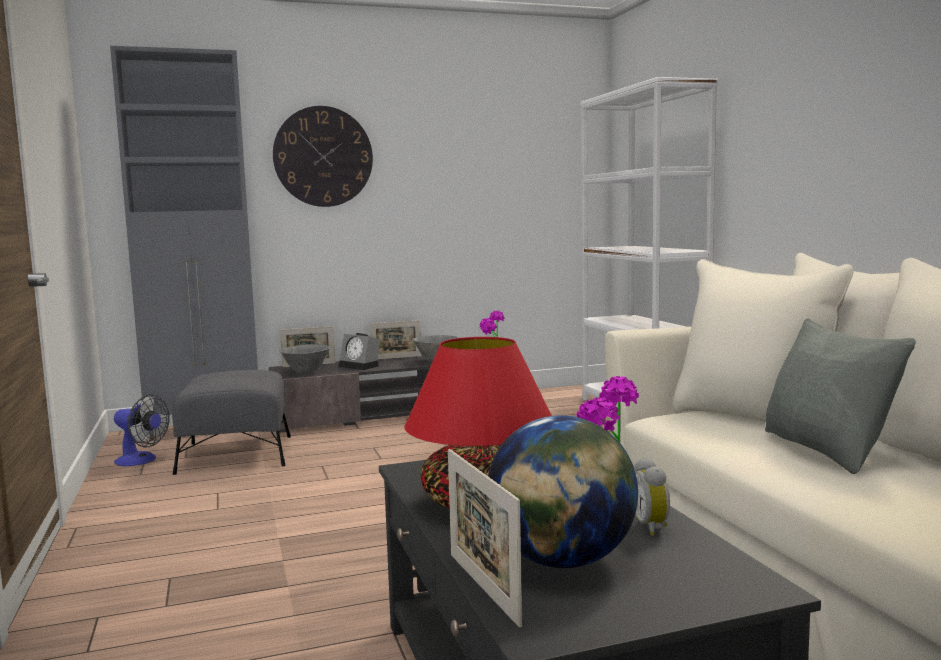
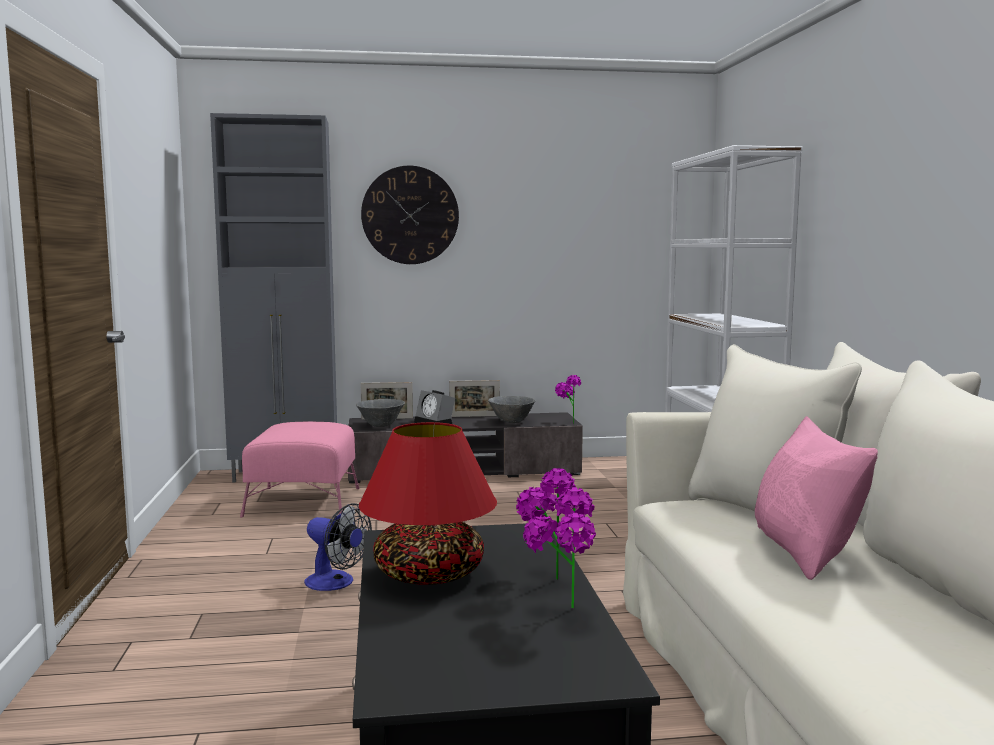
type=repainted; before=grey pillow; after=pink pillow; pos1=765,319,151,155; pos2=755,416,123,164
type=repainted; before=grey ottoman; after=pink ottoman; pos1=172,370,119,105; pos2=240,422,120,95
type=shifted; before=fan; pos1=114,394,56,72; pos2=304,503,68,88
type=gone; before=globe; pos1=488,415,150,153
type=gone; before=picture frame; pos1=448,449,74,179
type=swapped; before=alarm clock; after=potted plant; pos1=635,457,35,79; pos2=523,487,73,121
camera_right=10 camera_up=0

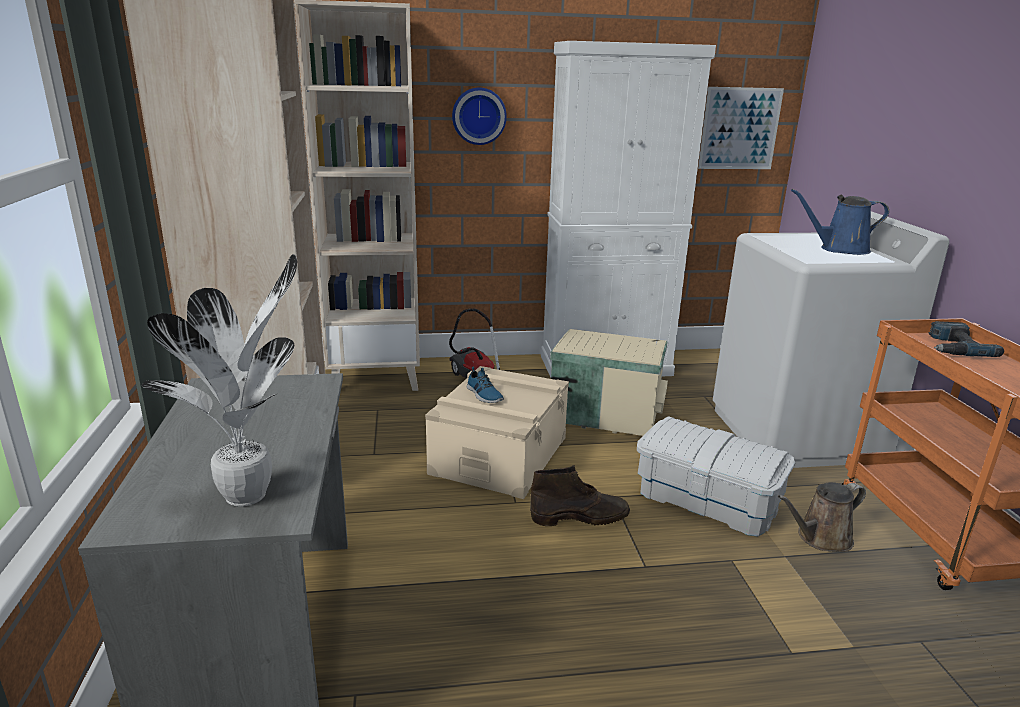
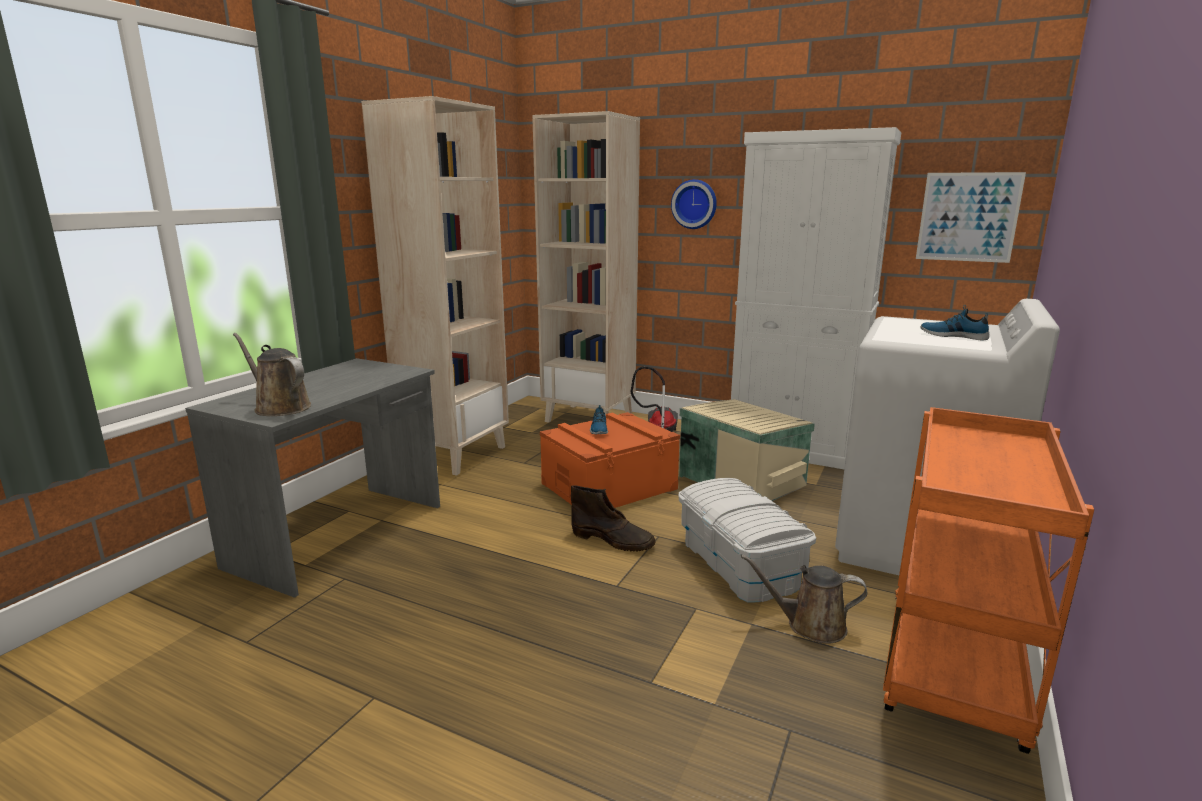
type=swapped; before=blue watering can; after=shoe; pos1=791,189,98,66; pos2=921,305,69,35
type=swapped; before=potted plant; after=brown watering can; pos1=142,254,155,253; pos2=233,333,78,83
type=gone; before=power drill; pos1=929,321,75,36
type=repainted; before=beige storage box; after=orange storage box; pos1=425,366,144,133; pos2=540,412,140,96
camera_right=35 camera_up=-5

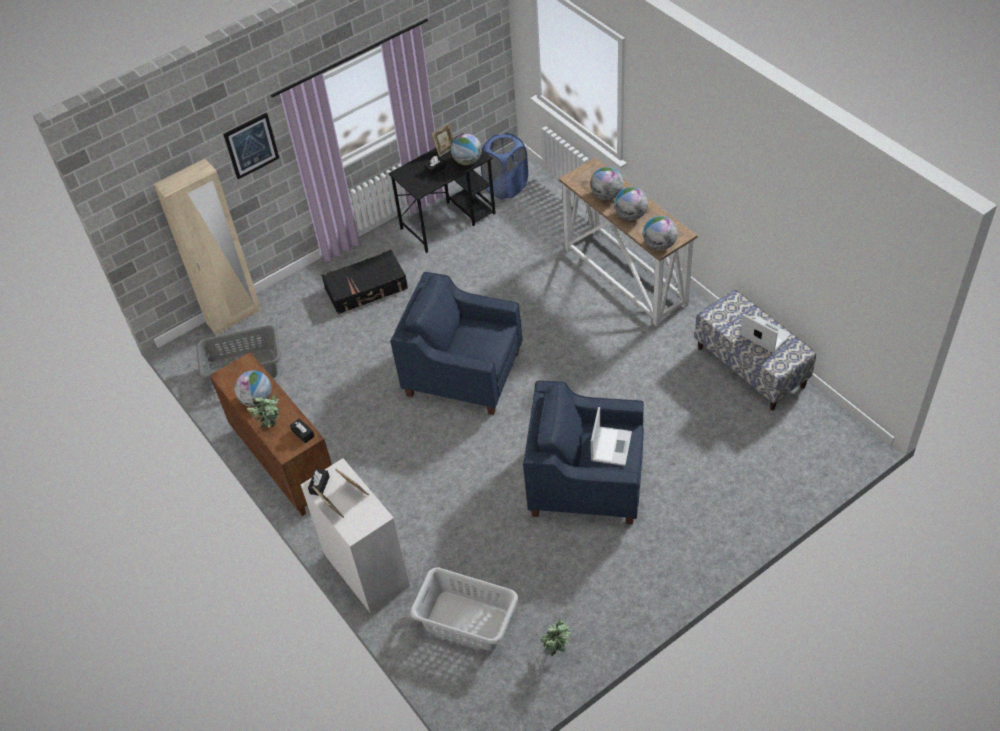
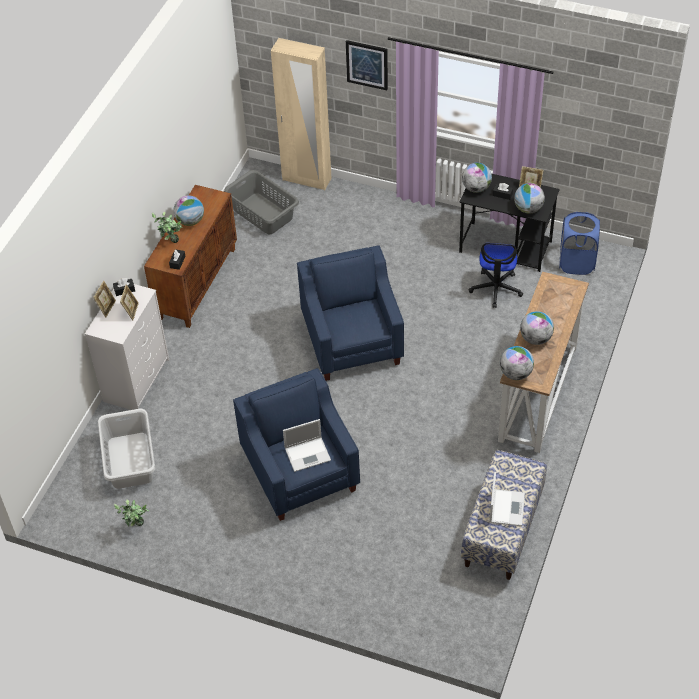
type=shifted; before=globe; pos1=590,167,33,33; pos2=462,163,30,30
type=gone; before=black suitcase; pos1=321,250,87,64
type=new; after=office chair; pos2=468,243,55,65
camera_right=55 camera_up=0

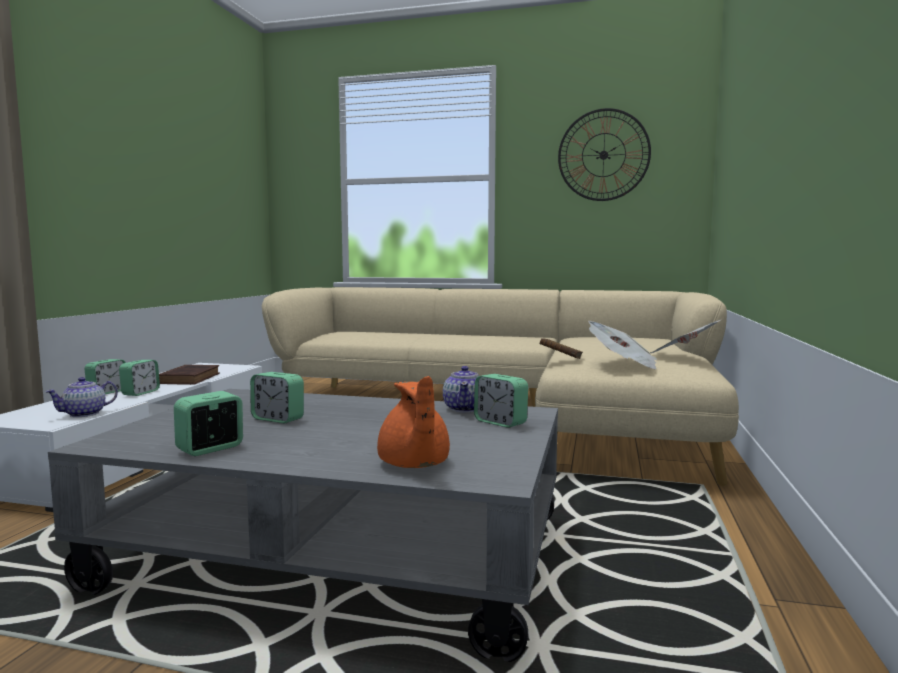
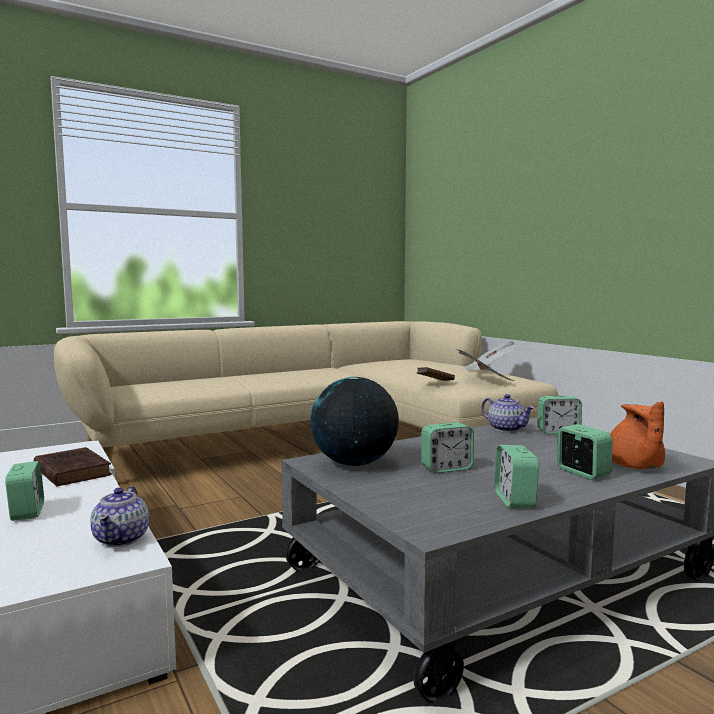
type=gone; before=wall clock; pos1=558,108,93,93
type=shifted; before=alarm clock; pos1=119,360,41,36; pos2=557,424,56,56
type=rotated; before=orange teapot; pos1=377,376,73,92; pos2=610,401,55,68; turn=60
type=new; after=globe; pos2=311,377,88,89
camera_right=-45 camera_up=0

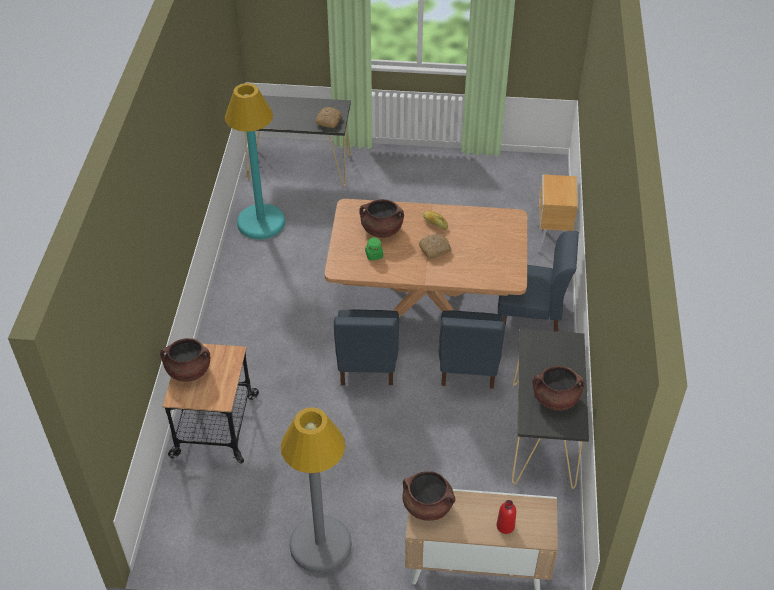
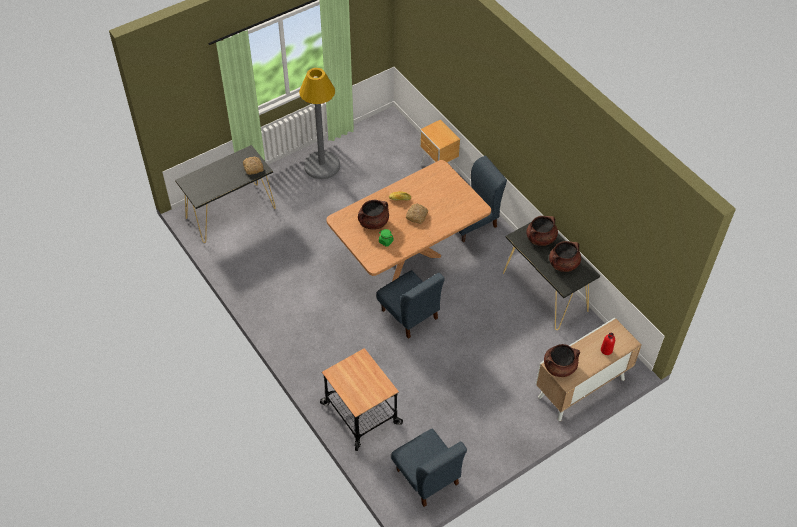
type=gone; before=turquoise floor lamp; pos1=225,83,60,156
type=shifted; before=blue chair; pos1=439,311,66,78; pos2=391,428,76,79
type=shifted; before=brown cooking pot; pos1=160,338,50,44; pos2=526,216,32,30
type=shifted; before=grey floor lamp; pos1=281,407,71,166; pos2=299,68,41,111
camera_right=-40 camera_up=5

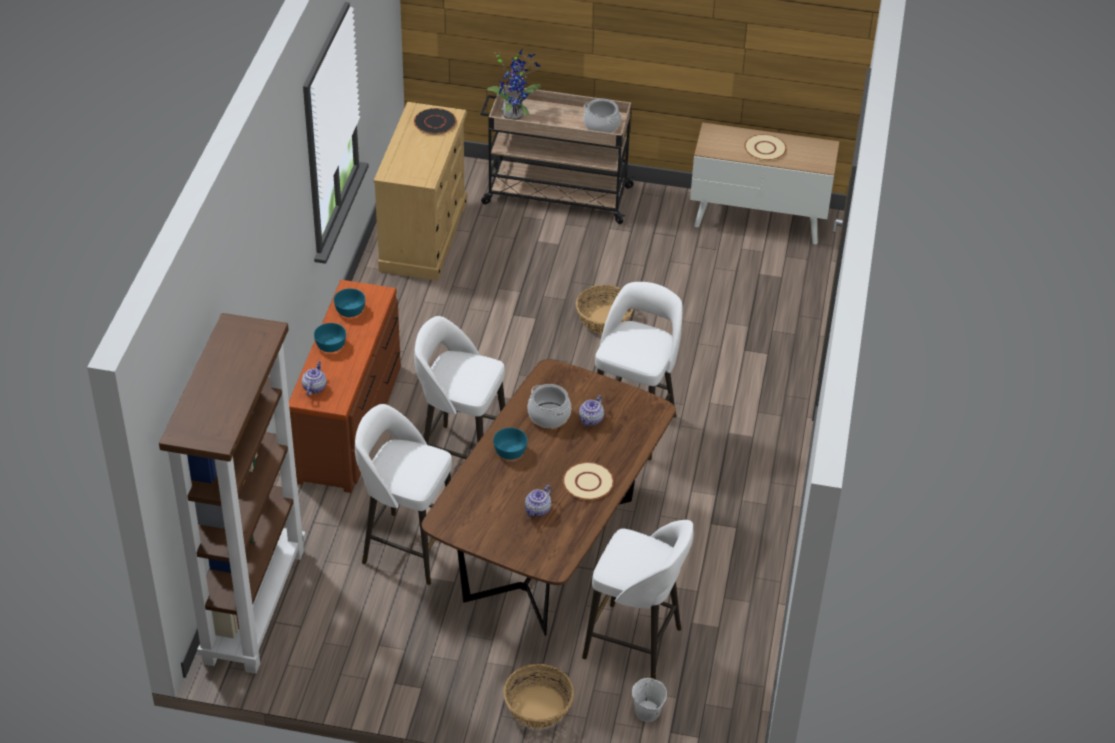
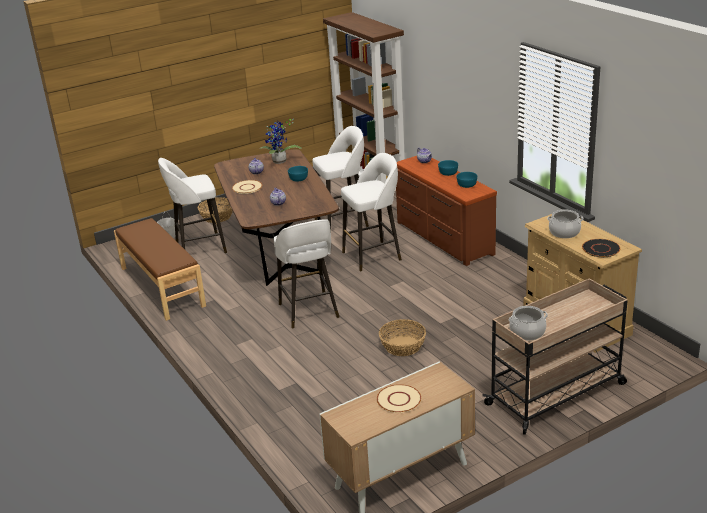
type=shifted; before=potted plant; pos1=486,49,55,71; pos2=260,119,42,45
type=shifted; before=cooking pot; pos1=528,384,43,44; pos2=547,209,36,29
type=new; after=brown bench; pos2=114,218,92,103
camera_right=140 camera_up=-15

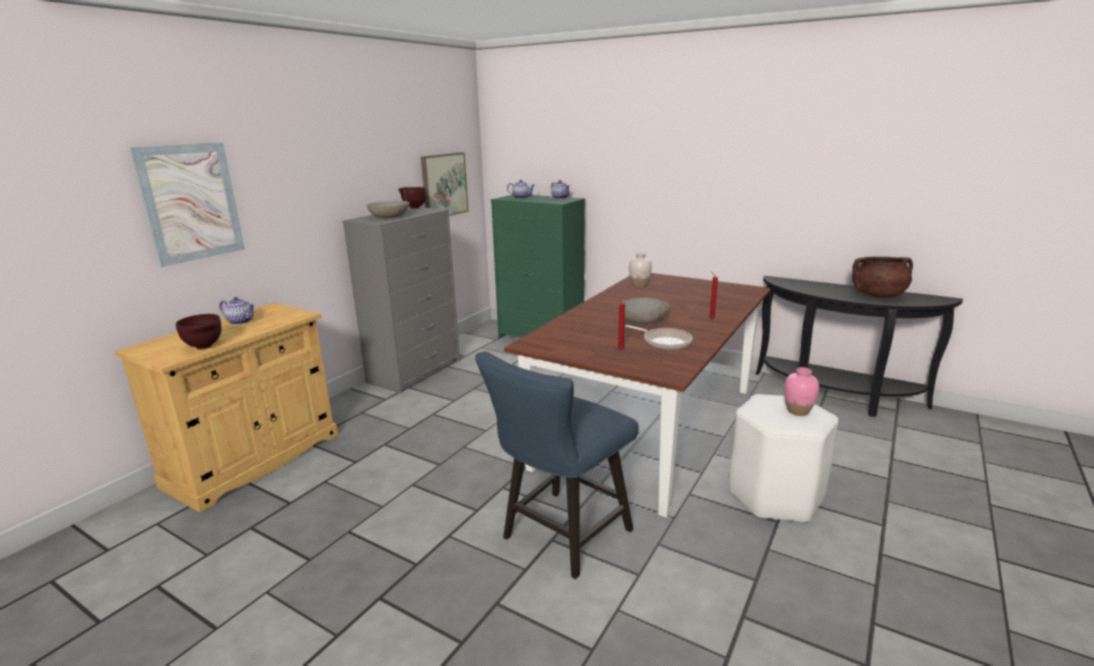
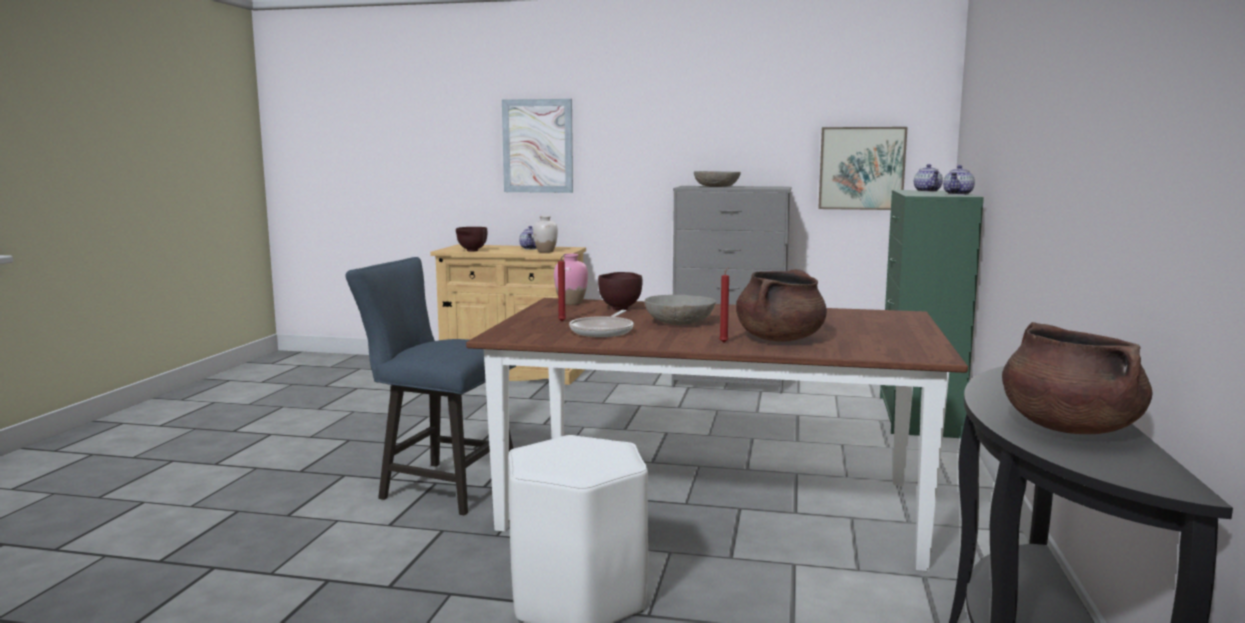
type=shifted; before=brown bowl; pos1=399,187,28,22; pos2=598,272,45,38
type=shifted; before=white vase; pos1=629,253,23,34; pos2=533,216,25,37
type=shifted; before=pink vase; pos1=784,367,35,49; pos2=554,254,34,51
type=new; after=brown cooking pot; pos2=736,269,91,73
camera_right=70 camera_up=-10

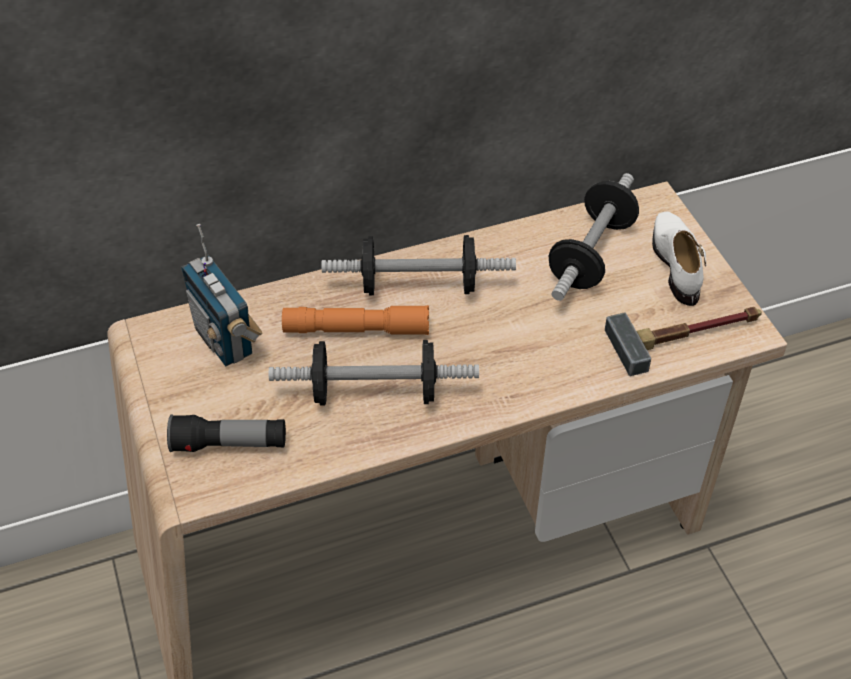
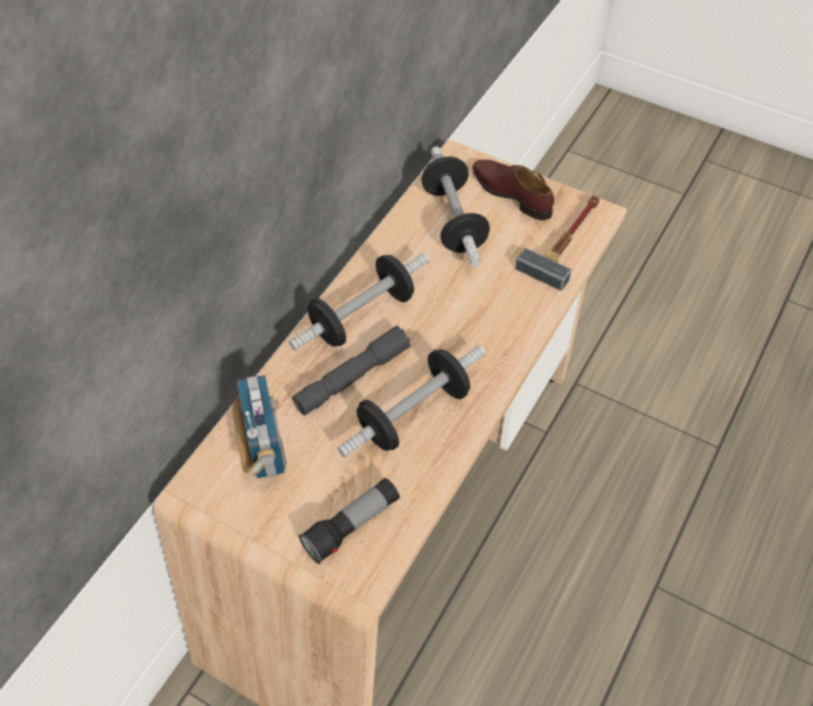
type=repainted; before=white shoe; after=brown shoe; pos1=652,212,54,94; pos2=472,160,82,60
type=rotated; before=radio; pos1=181,224,81,142; pos2=232,375,55,104; turn=-120
type=repainted; before=orange flashlight; after=grey flashlight; pos1=282,305,147,30; pos2=292,326,119,89
camera_right=-40 camera_up=5

